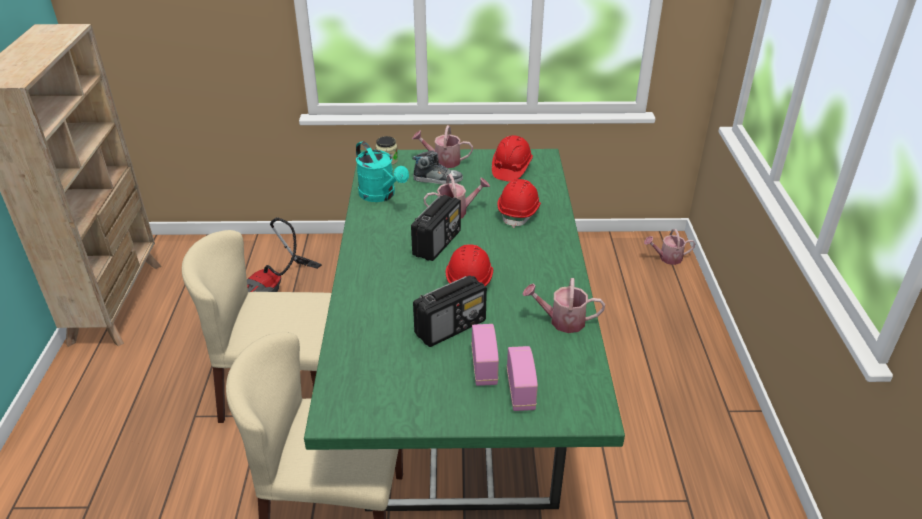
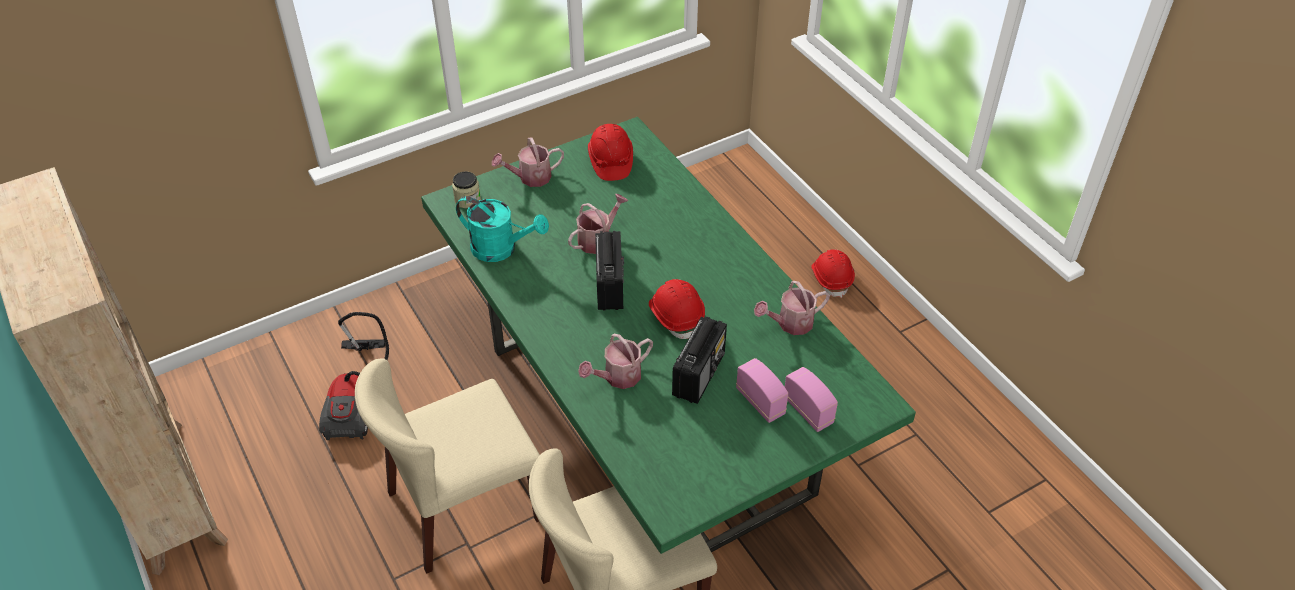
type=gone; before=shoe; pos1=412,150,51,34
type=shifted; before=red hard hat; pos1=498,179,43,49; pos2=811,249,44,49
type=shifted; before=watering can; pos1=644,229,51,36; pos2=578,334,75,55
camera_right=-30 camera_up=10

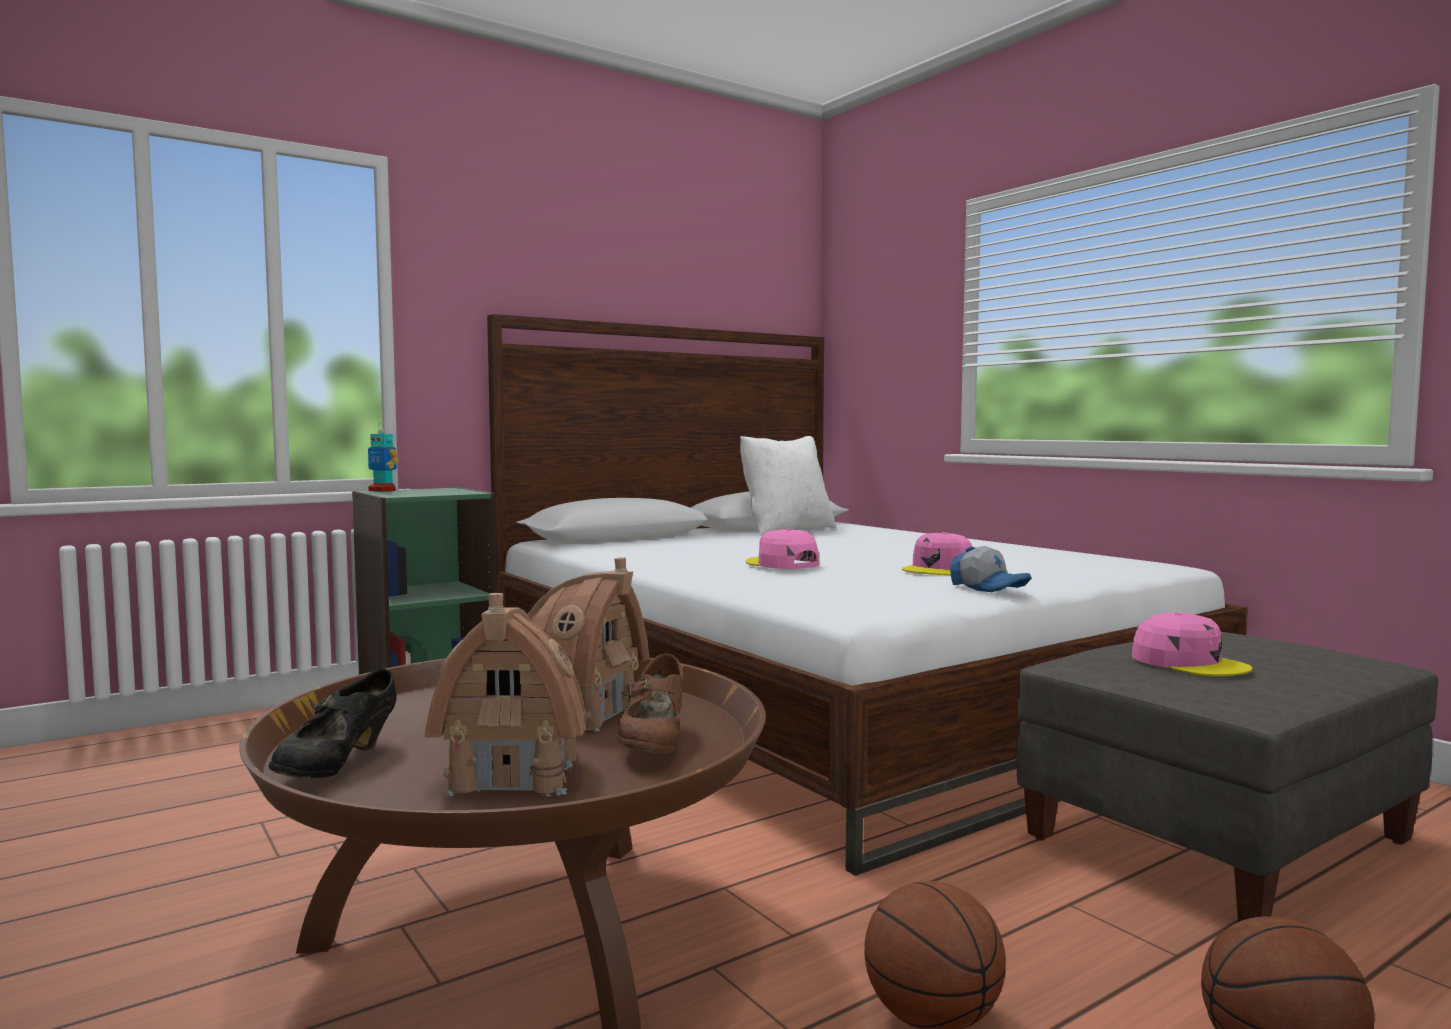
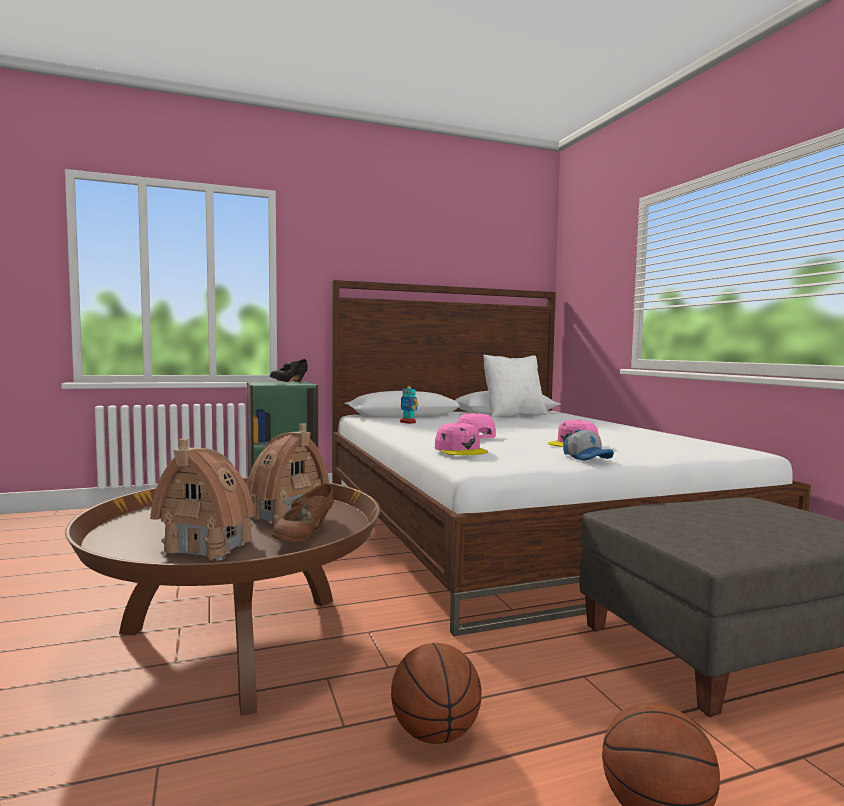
type=shifted; before=toy robot; pos1=368,423,31,69; pos2=400,382,18,42
type=shifted; before=pink cap; pos1=1132,612,120,64; pos2=435,422,53,33
type=shifted; before=black shoe; pos1=269,669,128,109; pos2=270,359,38,23
camera_right=15 camera_up=0

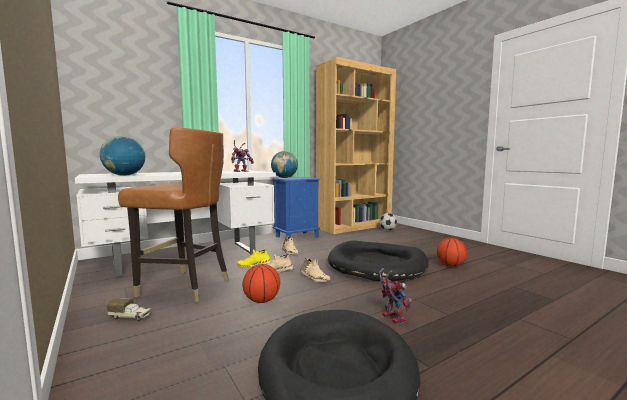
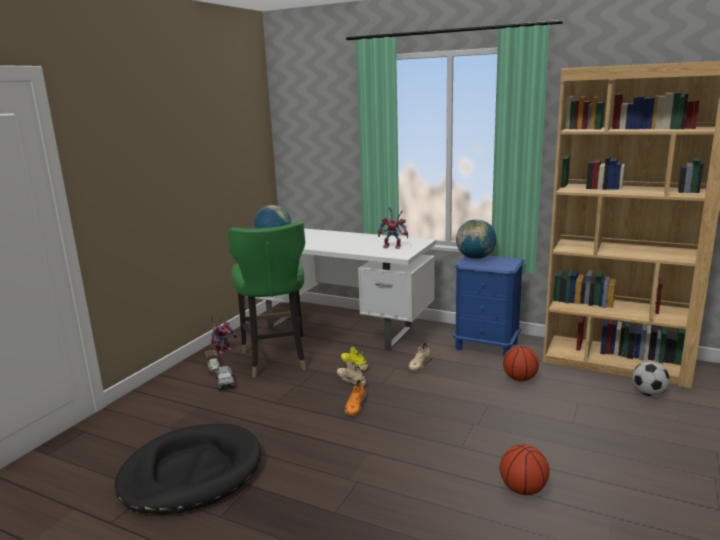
type=repainted; before=brown chair; after=green chair; pos1=118,127,111,175; pos2=228,221,78,157
type=gone; before=black dog bed; pos1=328,240,101,41
type=repainted; before=beige shoe; after=orange shoe; pos1=300,257,30,25; pos2=344,380,22,36
type=shifted; before=basketball; pos1=242,264,38,39; pos2=503,346,36,35
type=shifted; before=toy robot; pos1=379,268,33,56; pos2=211,315,26,40
type=new; after=grey toy car; pos2=216,366,19,25
camera_right=60 camera_up=10

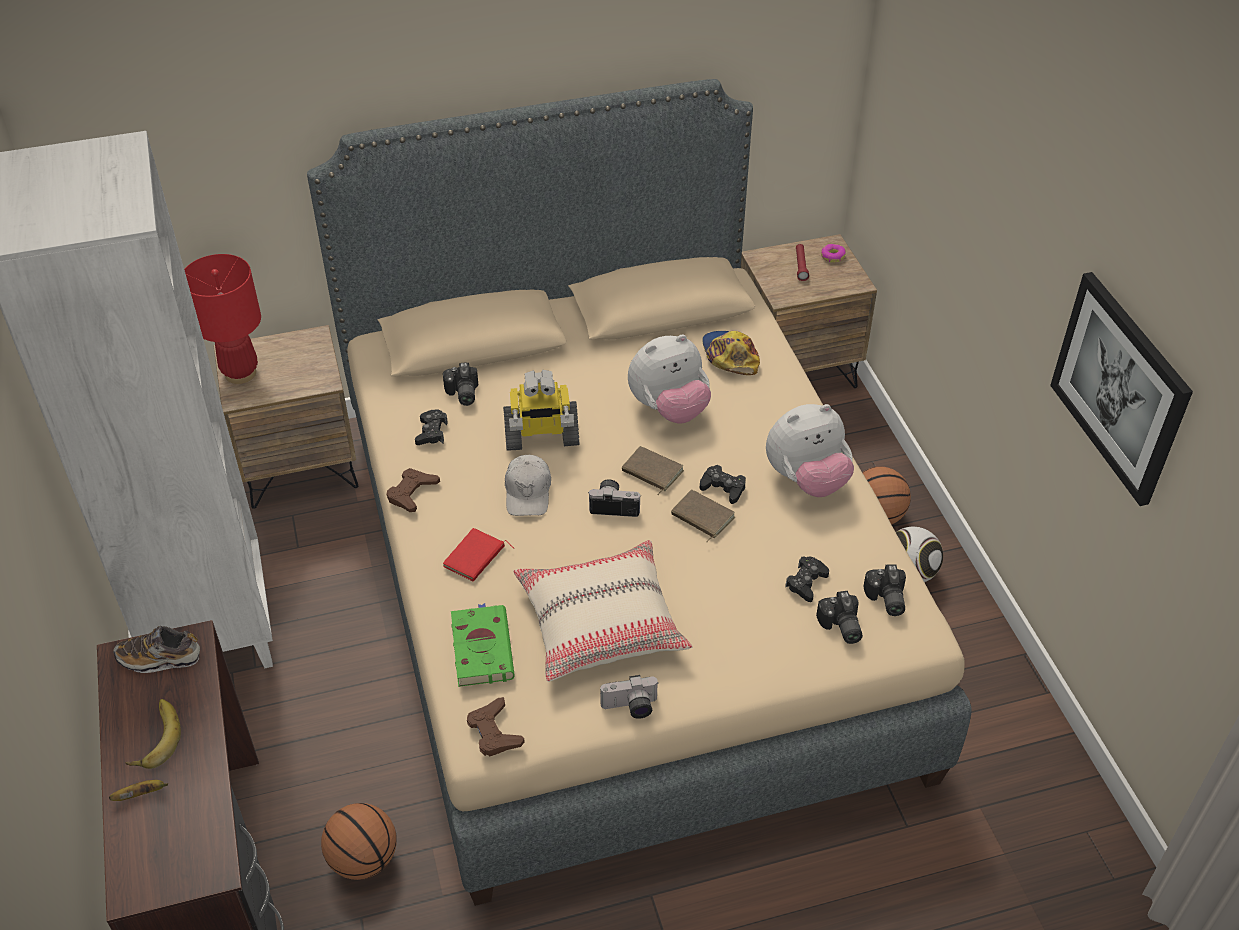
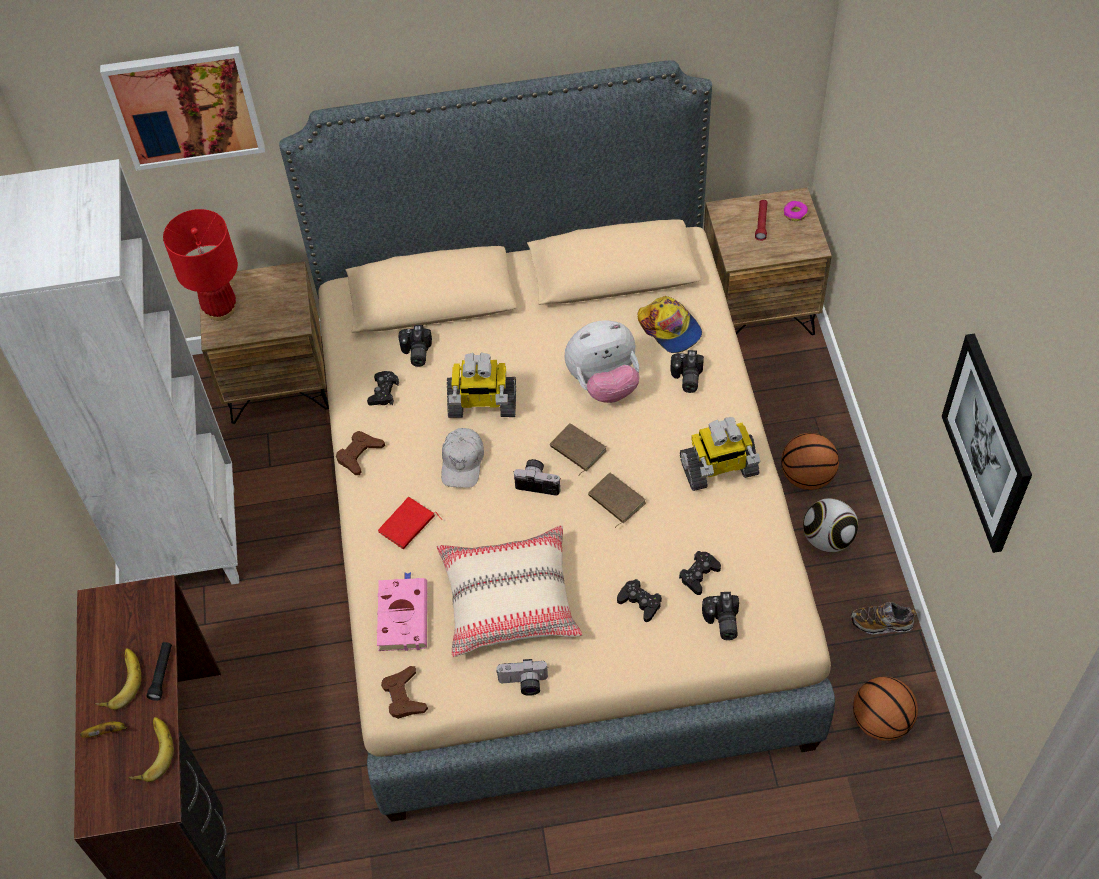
type=rotated; before=cap; pos1=702,330,58,45; pos2=638,296,64,57; turn=150
type=swapped; before=plush toy; after=toy robot; pos1=766,404,88,93; pos2=680,417,80,74
type=shifted; before=black game controller; pos1=700,465,46,39; pos2=617,579,45,43
type=shifted; before=photo camera; pos1=863,564,43,52; pos2=670,350,34,43
type=repainted; before=green book; after=pink book; pos1=451,603,64,84; pos2=377,572,50,79
type=shifted; before=shoe; pos1=113,626,87,47; pos2=851,602,66,32
type=shifted; before=basketball; pos1=321,803,76,77; pos2=853,677,65,64
type=new; after=picture; pos2=100,46,165,125
type=new; after=black flashlight; pos2=147,642,25,59
type=new; after=banana; pos2=129,717,45,65
camera_right=10 camera_up=10

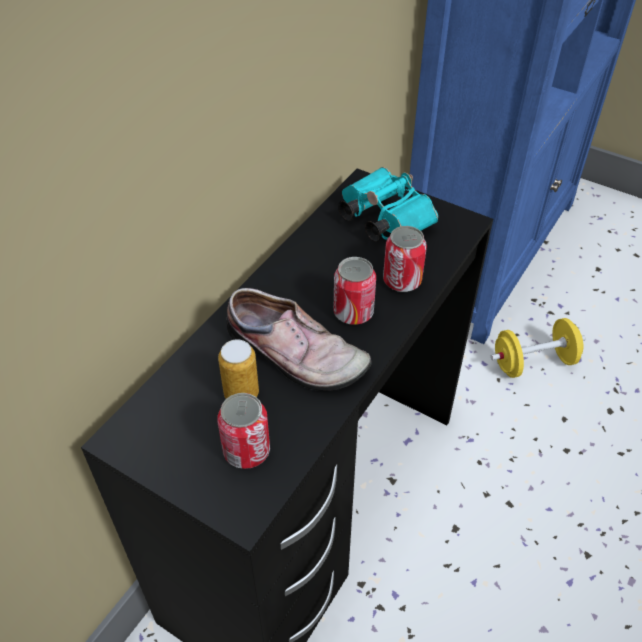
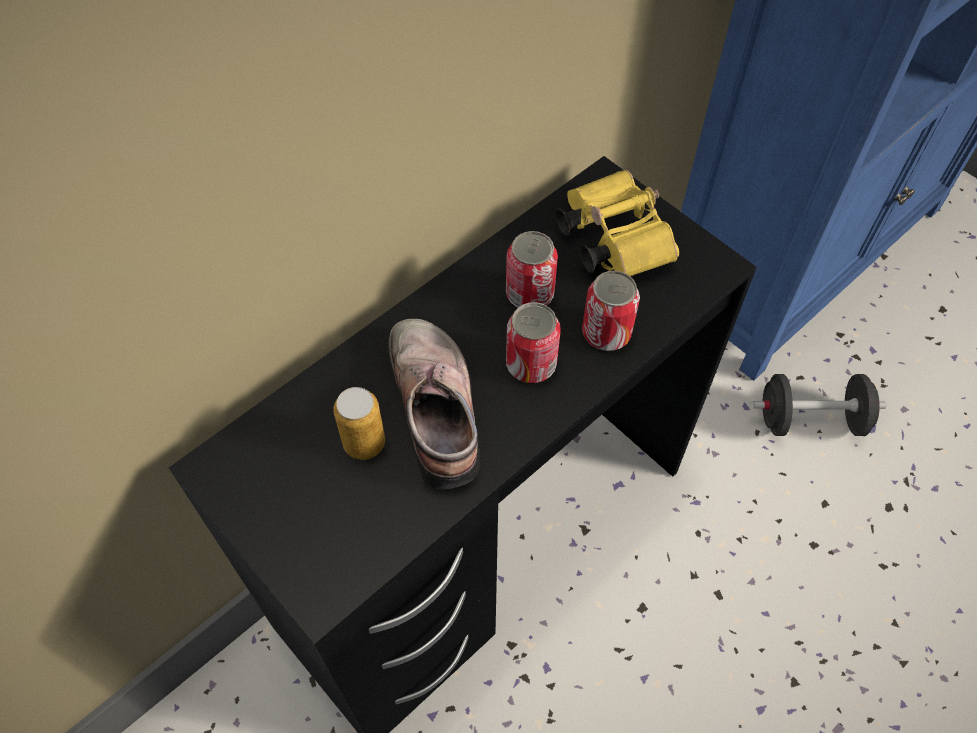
type=repainted; before=turquoise binoculars; after=yellow binoculars; pos1=338,167,100,75; pos2=556,170,123,106
type=rotated; before=shoe; pos1=227,288,145,103; pos2=388,319,92,171; turn=-150
type=repainted; before=yellow dumbbell; after=black dumbbell; pos1=491,318,95,60; pos2=753,374,133,62
type=shifted; before=can; pos1=217,393,53,76; pos2=506,231,52,76
camera_right=15 camera_up=10

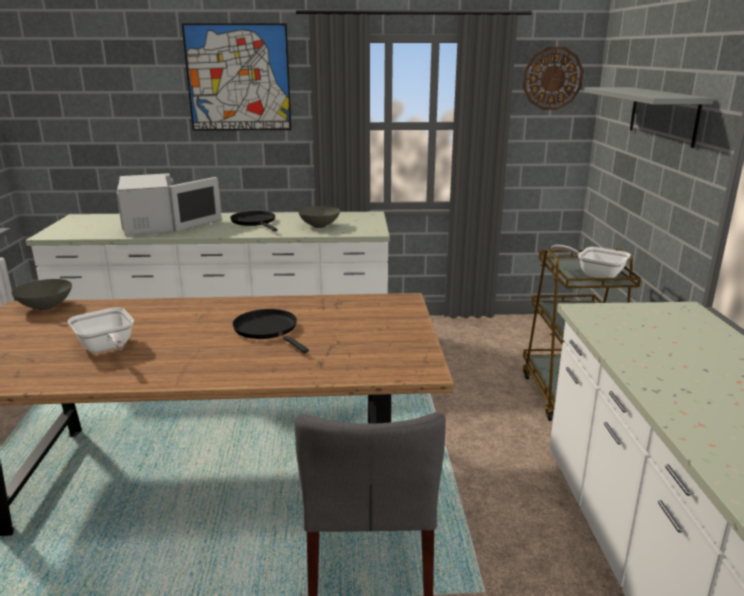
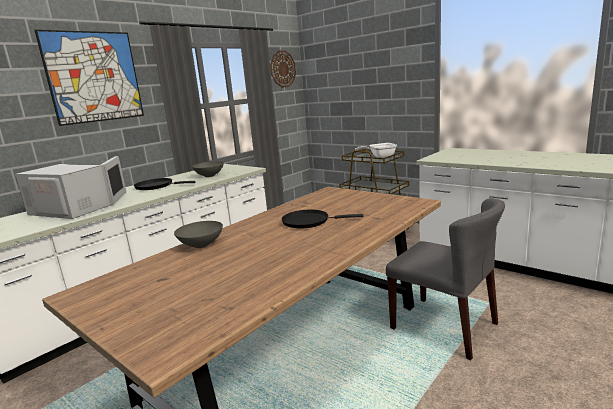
type=gone; before=grey shelf; pos1=584,87,130,61
type=shifted; before=grey bowl; pos1=12,279,60,31; pos2=174,221,49,27
type=gone; before=frying pan; pos1=68,307,66,46
camera_right=-45 camera_up=-5

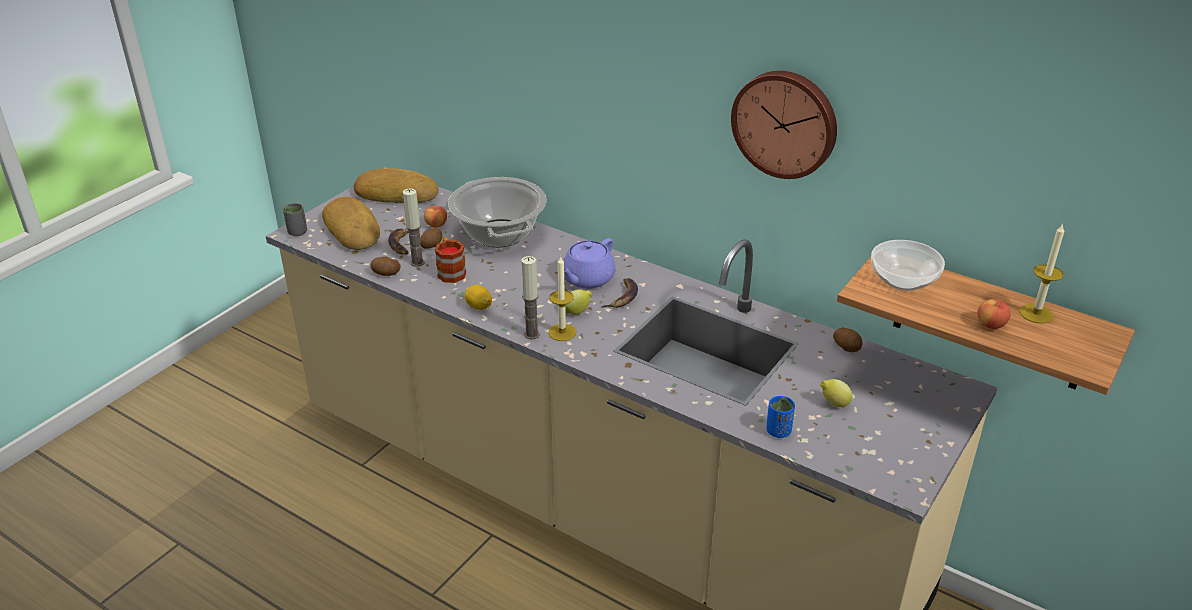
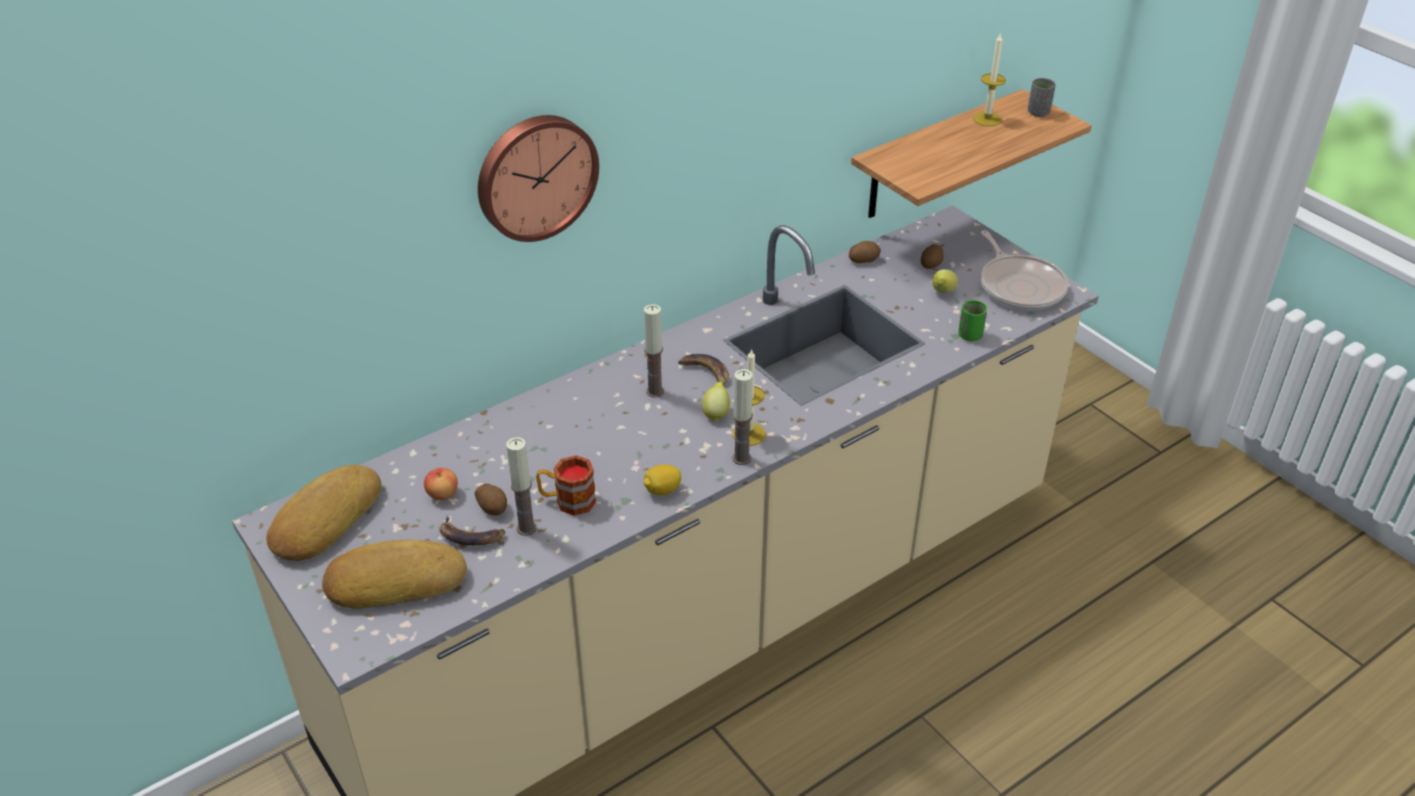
type=shifted; before=wall clock; pos1=731,71,106,108; pos2=478,115,121,127
type=gone; before=cooking pot; pos1=448,177,98,70
type=shifted; before=grey cup; pos1=283,203,24,33; pos2=1028,78,28,39
type=swapped; before=purple teapot; after=candle; pos1=563,238,52,51; pos2=644,304,20,94
type=gone; before=bowl; pos1=871,240,74,51
type=shifted; before=potato; pos1=370,256,31,20; pos2=921,244,23,25
type=gone; before=apple; pos1=977,299,34,30
type=repainted; before=blue cup; after=green cup; pos1=766,396,29,42; pos2=958,300,29,41
type=new; after=frying pan; pos2=980,230,88,80
camera_right=-70 camera_up=5

